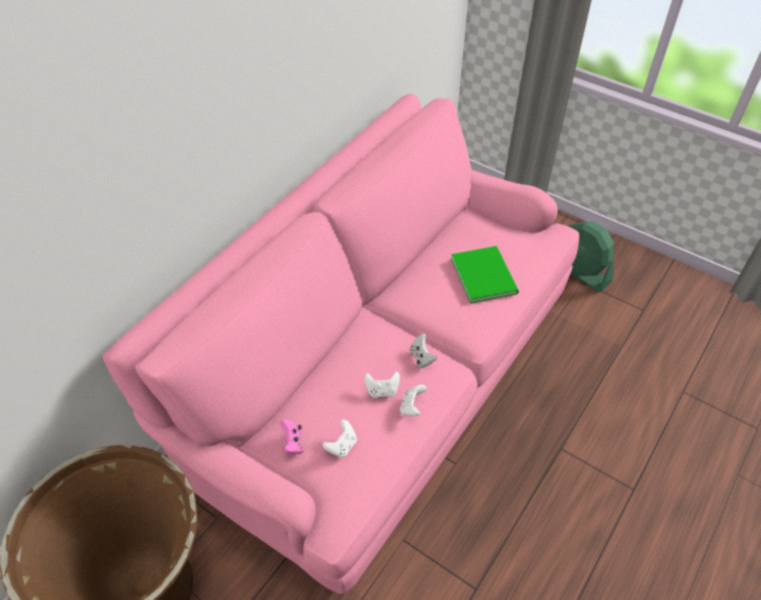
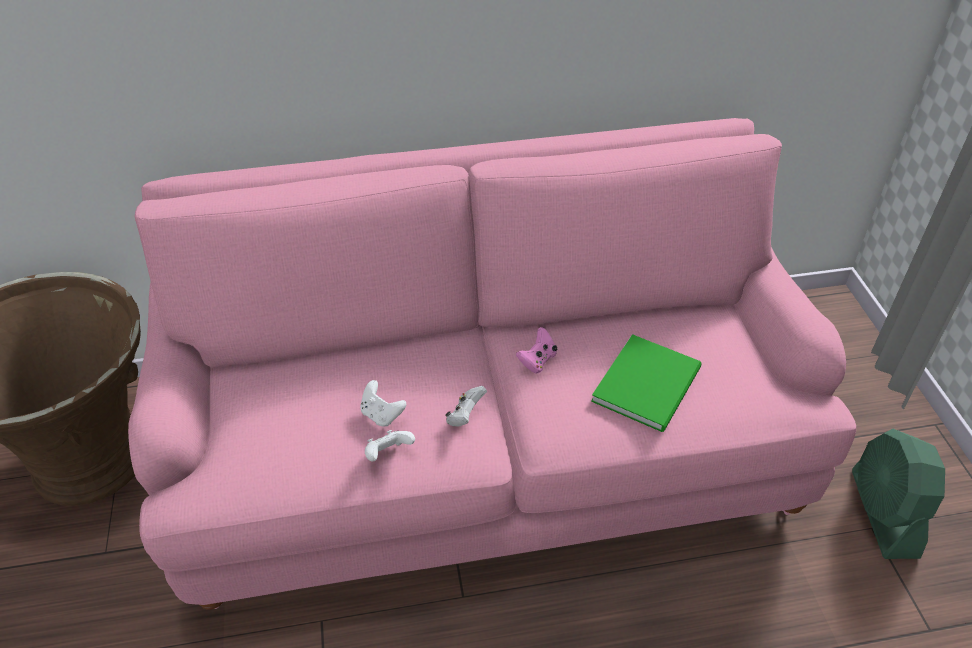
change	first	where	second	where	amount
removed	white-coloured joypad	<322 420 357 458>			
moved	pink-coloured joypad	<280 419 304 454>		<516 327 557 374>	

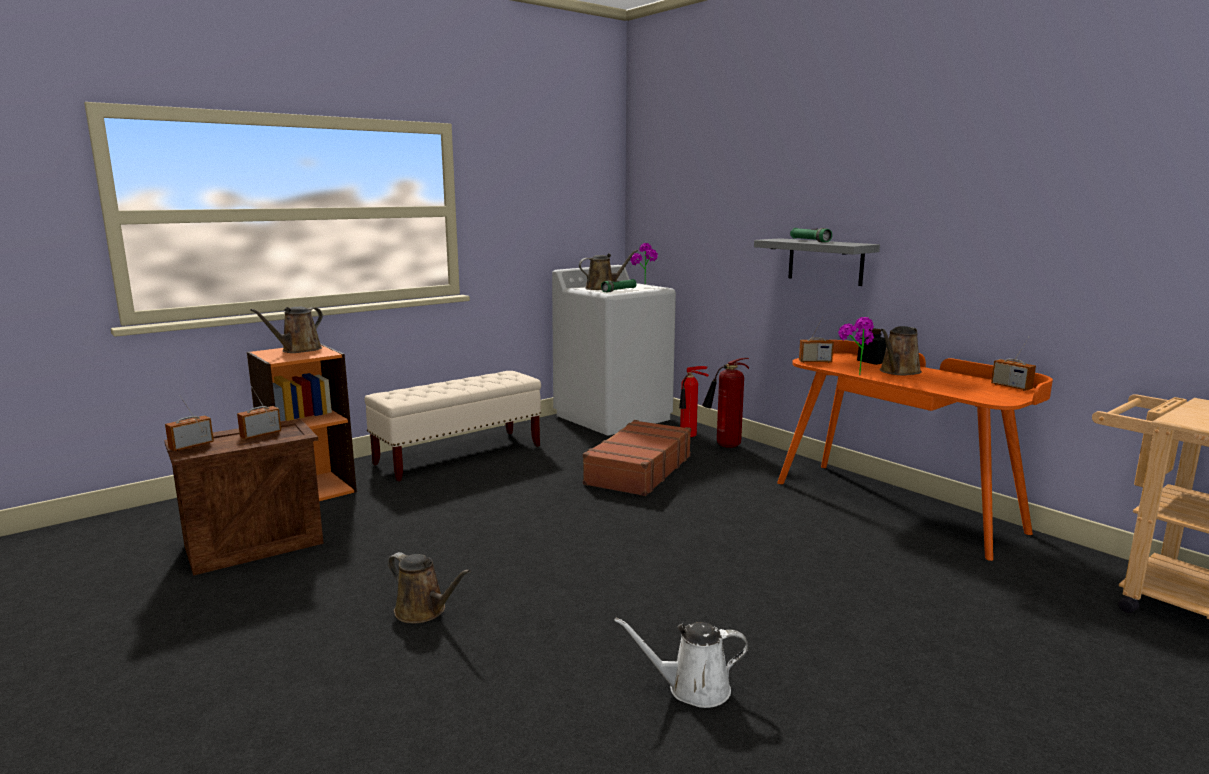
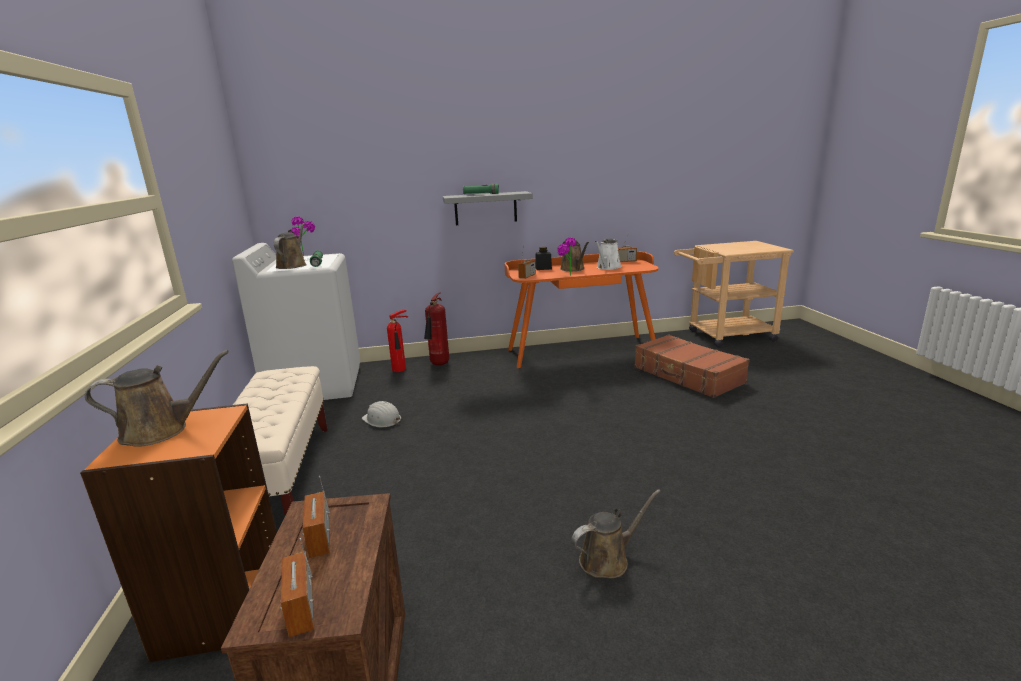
change	first	where	second	where	amount
added			white-coloured work helmet	<362 401 401 428>	
moved	brownish suitcase	<583 420 691 496>		<634 334 750 398>	
moved	white-coloured watering can	<614 617 748 708>		<595 239 622 270>	
turned	brownish watering can	<250 307 323 353>		<85 350 229 447>	75 degrees counterclockwise

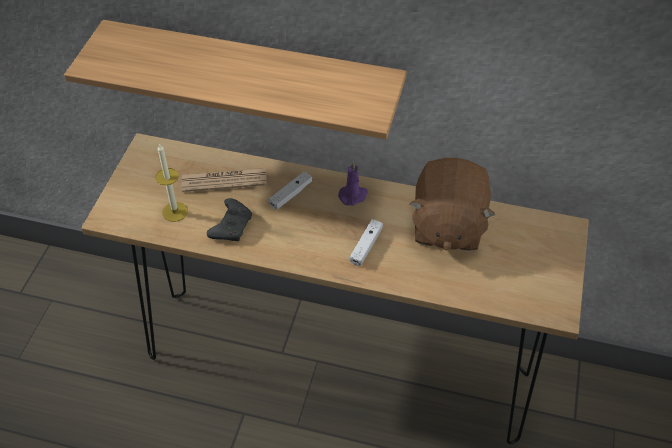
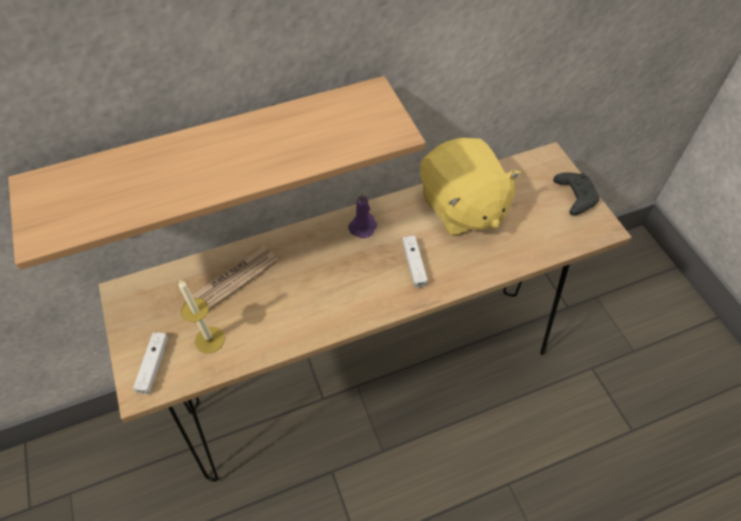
change	first	where	second	where	amount
moved	blackish joypad	<207 198 252 241>		<553 173 599 215>	
moved	white-coloured joypad	<268 172 312 210>		<133 332 168 394>	
recoloured	brownish plush toy	<410 158 495 251>	yellowish plush toy	<420 138 521 236>	

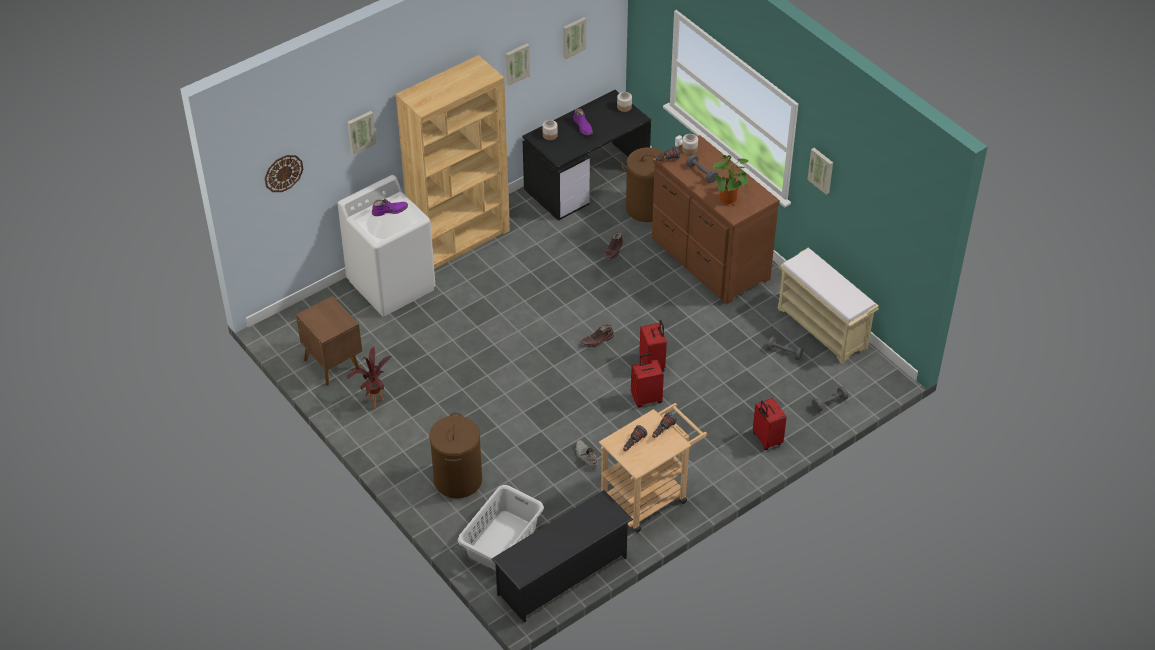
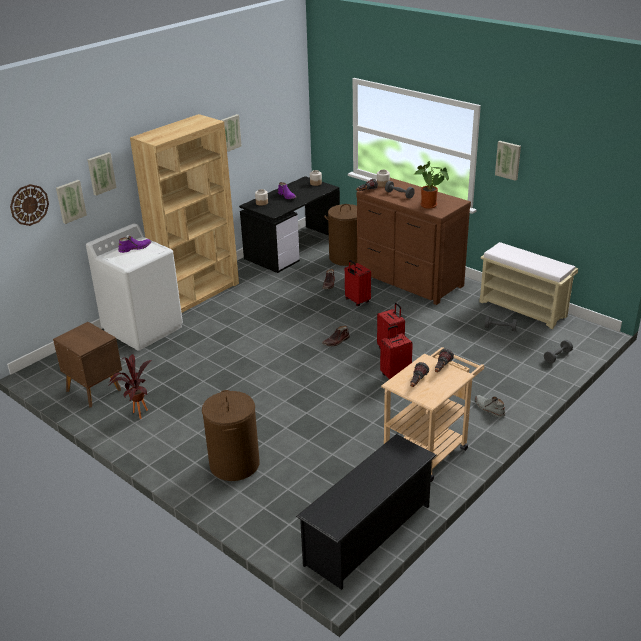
change	first	where	second	where	amount
removed	gray washing basket	<458 485 544 571>			
moved	picture	<563 17 586 59>		<56 180 87 224>	
moved	gray high-top boot	<575 440 598 470>		<475 395 505 417>	
moved	red-coloured suitcase	<753 398 787 450>		<345 260 371 306>	

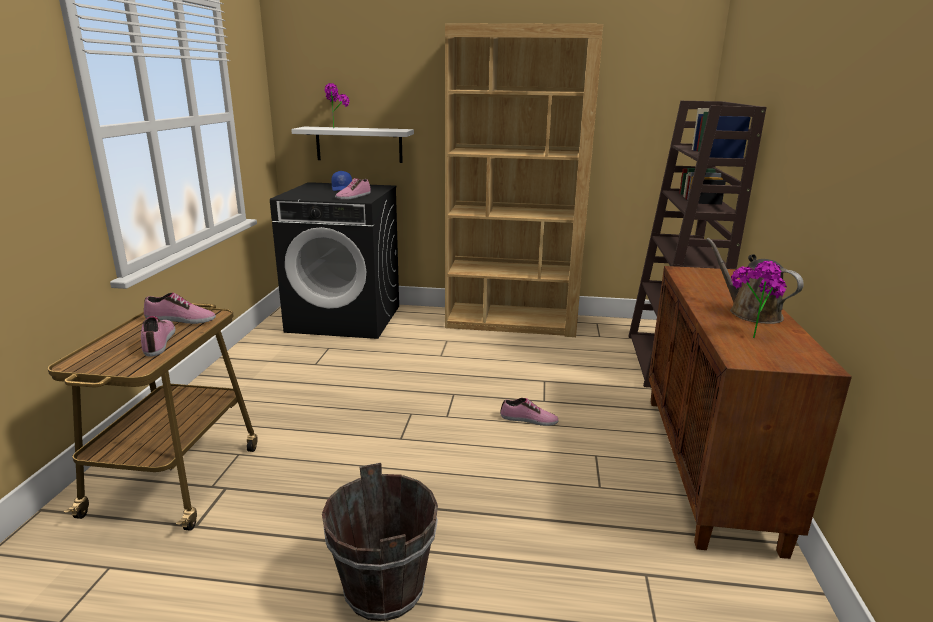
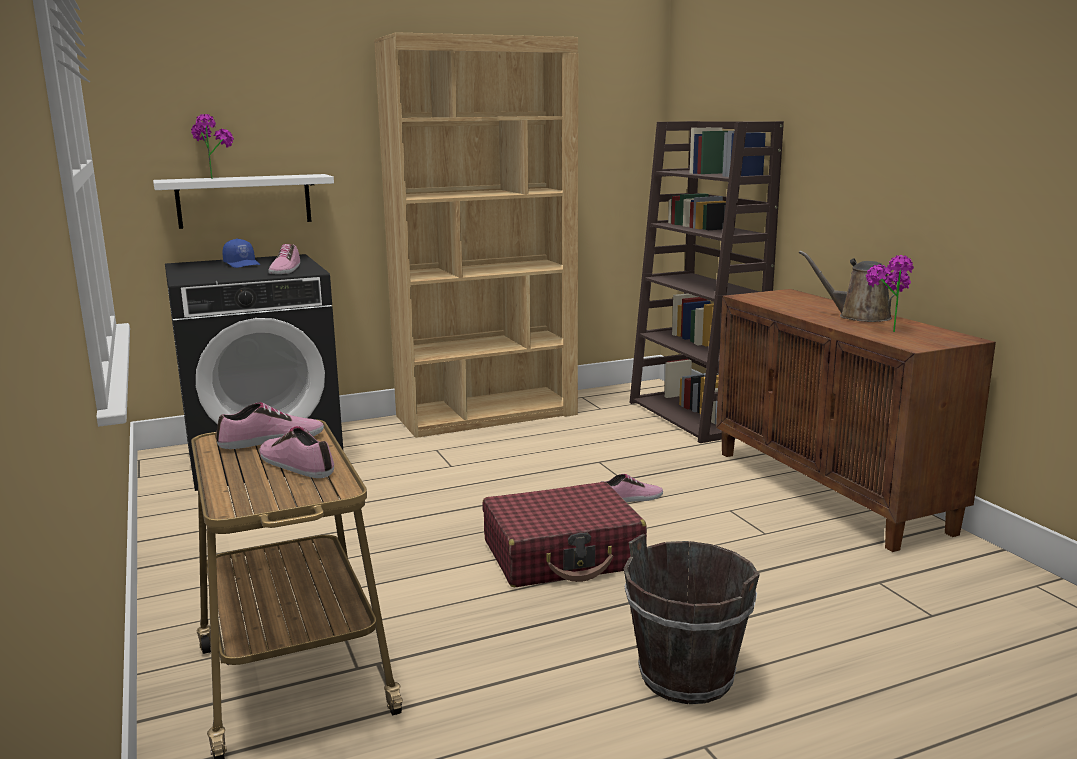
change	first	where	second	where	amount
added			red-coloured suitcase	<482 482 647 587>	

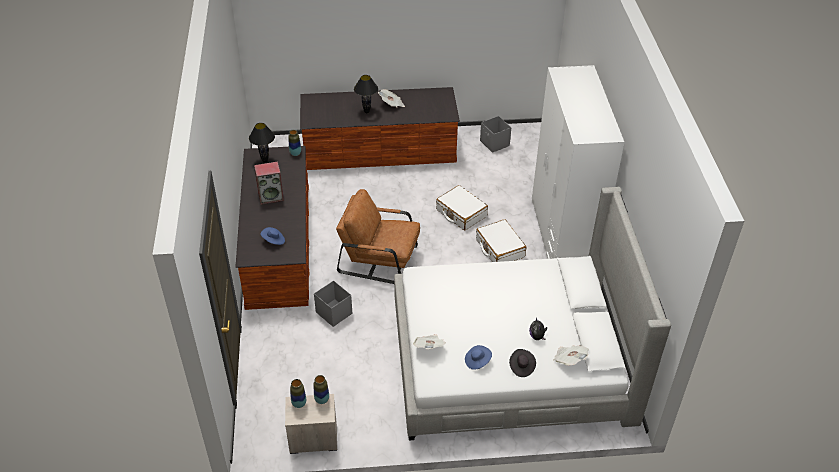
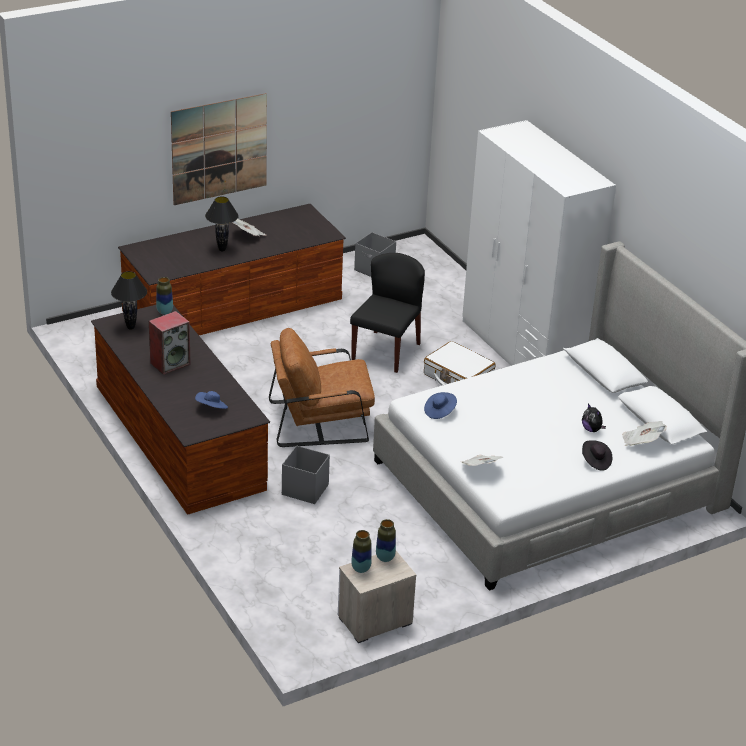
change	first	where	second	where	amount
added			picture	<171 93 267 205>	
moved	bluish clothing hat	<465 345 492 370>		<424 392 457 419>	
replaced	white-coloured suitcase	<436 185 488 231>	blackish chair	<350 253 425 373>	

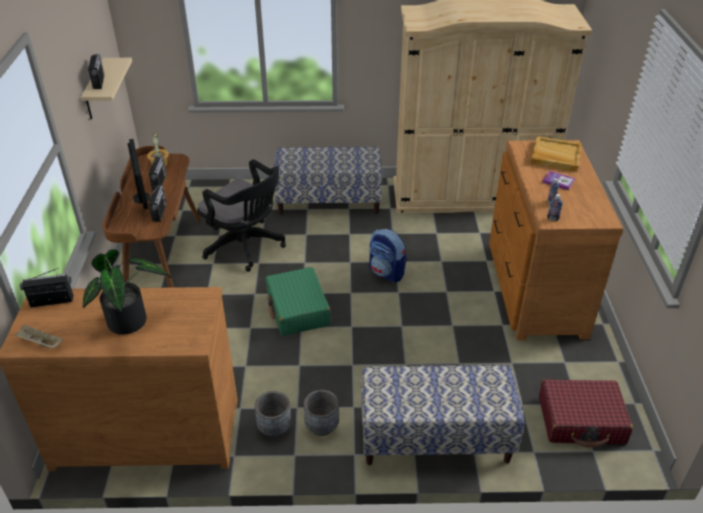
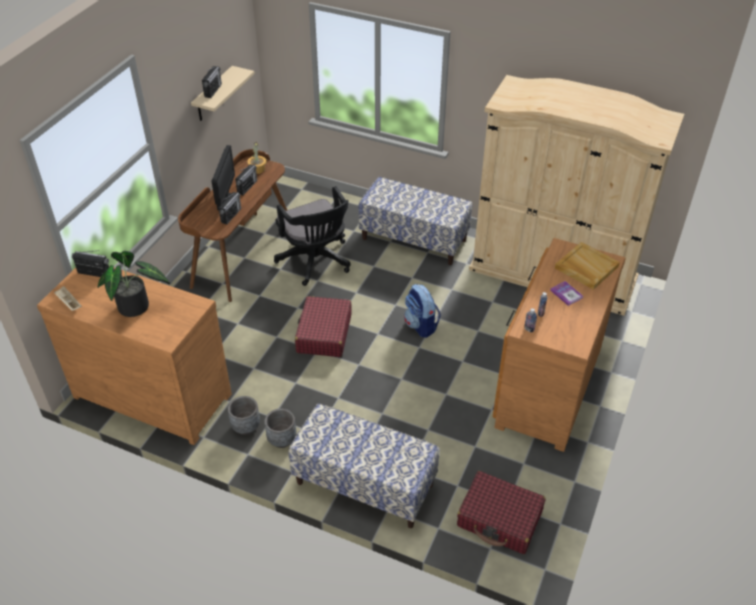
change	first	where	second	where	amount
recoloured	green-coloured suitcase	<265 267 331 336>	red-coloured suitcase	<295 296 352 357>	

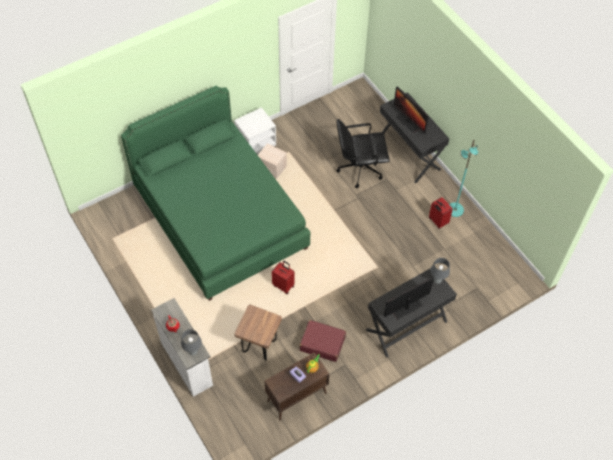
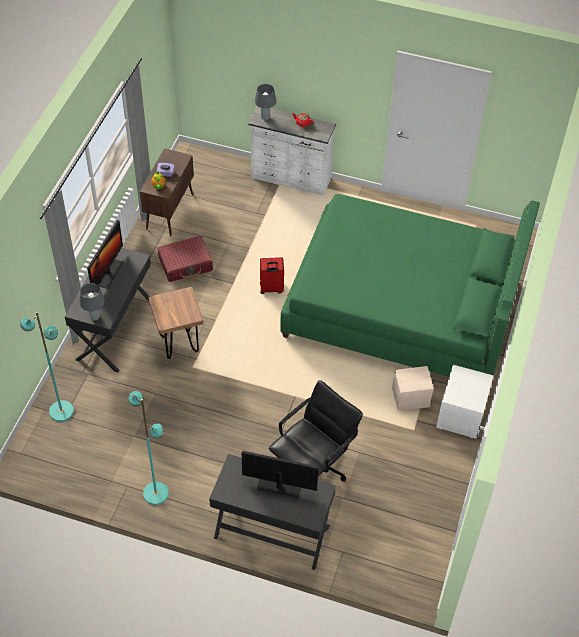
change	first	where	second	where	amount
removed	red-coloured suitcase	<429 197 453 229>			
added			turquoise standing lamp	<20 312 74 422>	
moved	brownish stool seat	<234 305 282 361>		<149 287 204 359>	

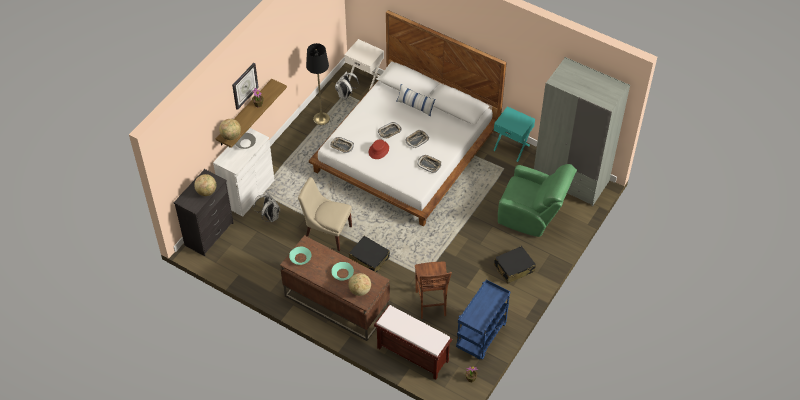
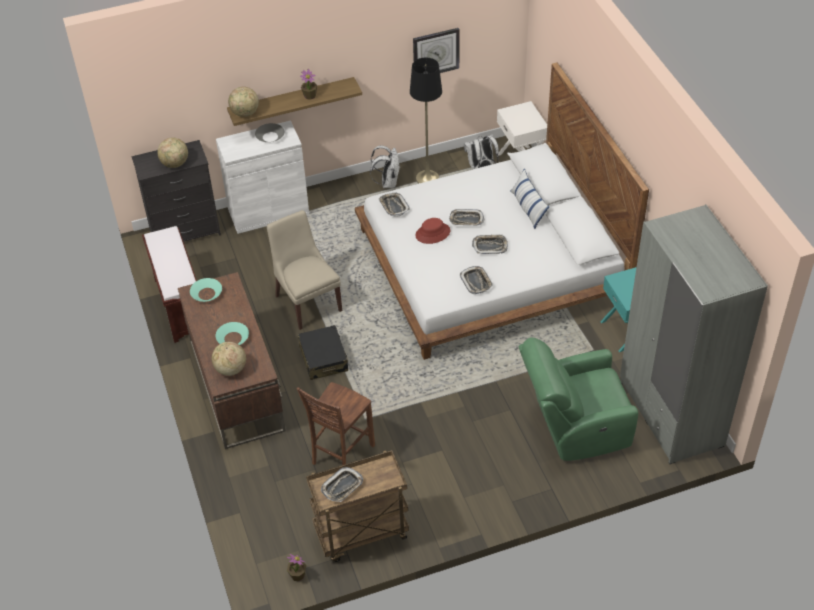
change	first	where	second	where	amount
removed	blackish suitcase	<494 246 536 284>			
added			tray	<321 467 363 502>	
moved	wall clock	<232 63 259 110>		<413 28 460 73>	
moved	white-coloured knapsack	<253 192 280 222>		<370 145 400 188>	
moved	brownish long seat	<374 305 452 380>		<142 226 197 343>	
recoloured	bluish cart	<456 279 510 359>	brownish cart	<306 450 409 562>	
turned	green-coloured lounge chair	<498 164 577 237>		<519 337 638 461>	105 degrees clockwise

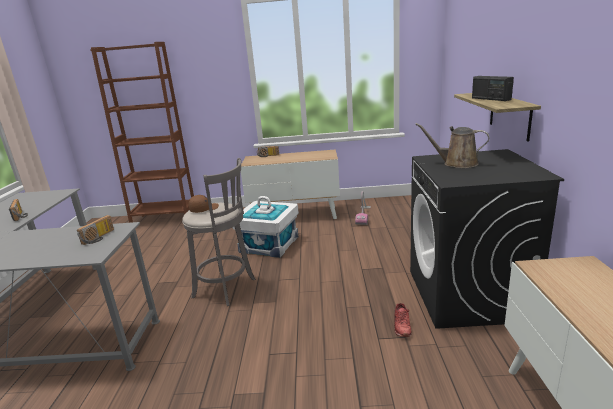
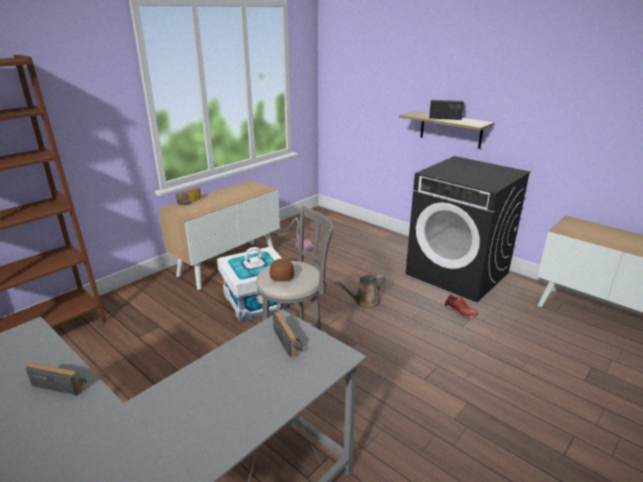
change	first	where	second	where	amount
moved	brownish watering can	<415 123 489 168>		<336 275 386 308>	

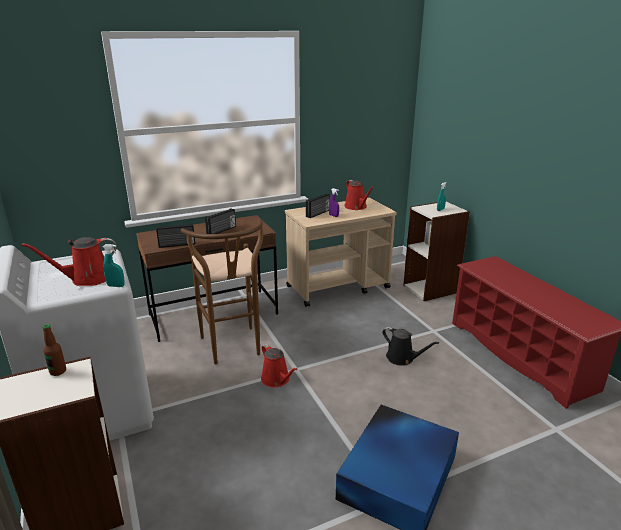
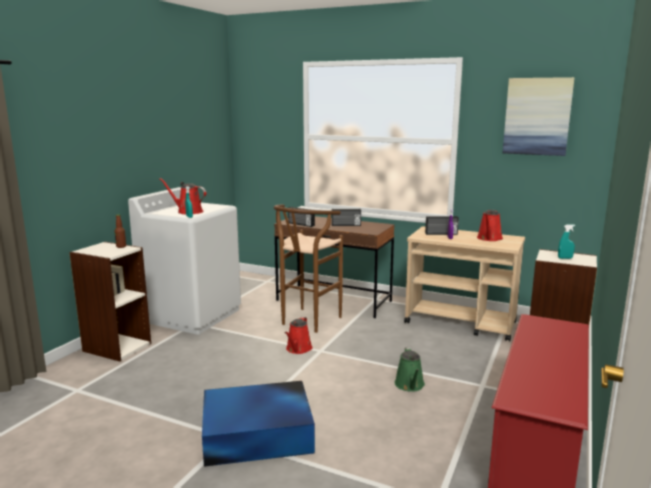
change	first	where	second	where	amount
added			picture	<503 77 575 156>	
recoloured	blackish watering can	<382 327 439 366>	green-coloured watering can	<394 347 425 392>	

